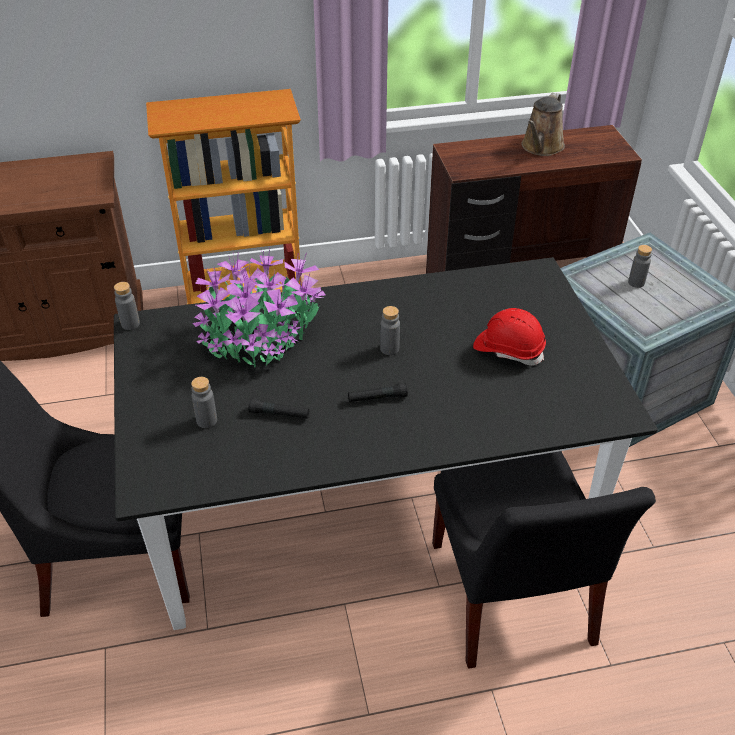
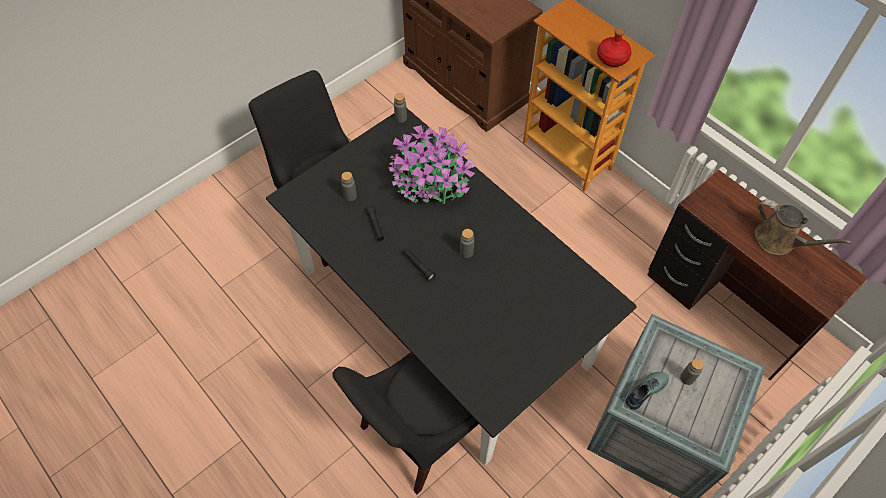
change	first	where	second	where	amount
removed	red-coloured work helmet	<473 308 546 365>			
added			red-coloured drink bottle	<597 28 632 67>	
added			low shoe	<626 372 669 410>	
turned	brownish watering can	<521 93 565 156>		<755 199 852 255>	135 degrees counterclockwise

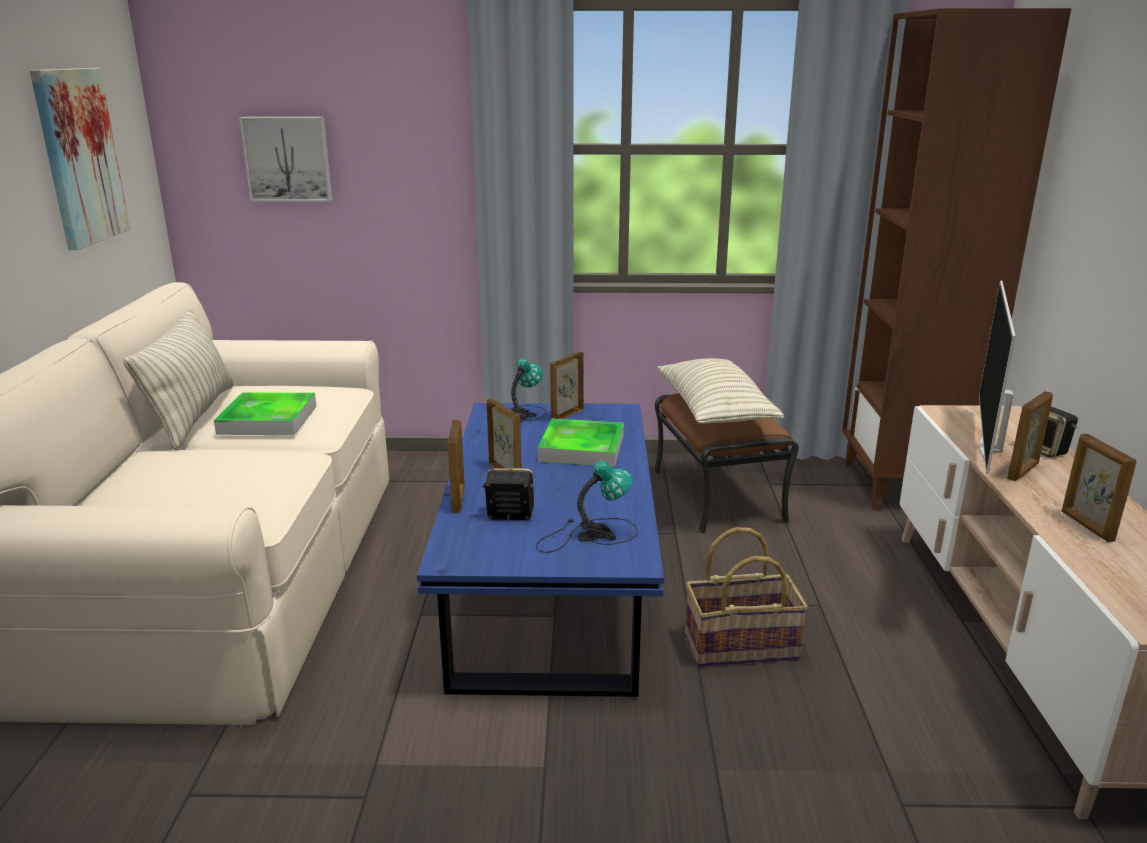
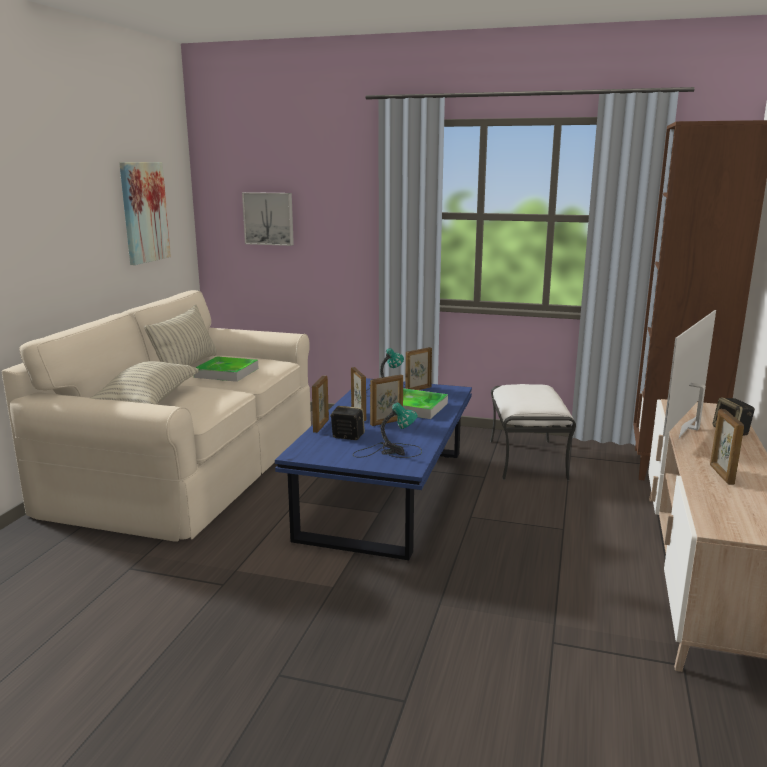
change	first	where	second	where	amount
removed	storage basket	<685 527 808 667>			
moved	cushion	<657 358 784 424>		<90 361 199 405>	
moved	picture frame	<1007 391 1053 481>		<370 374 403 426>	
recoloured	brownish ottoman	<654 393 799 535>	white-coloured ottoman	<490 384 576 481>	

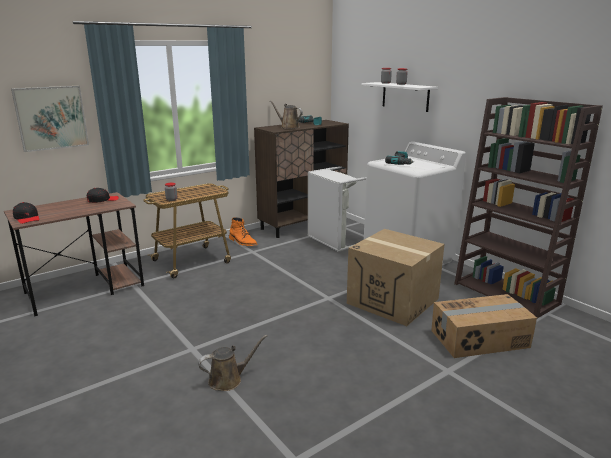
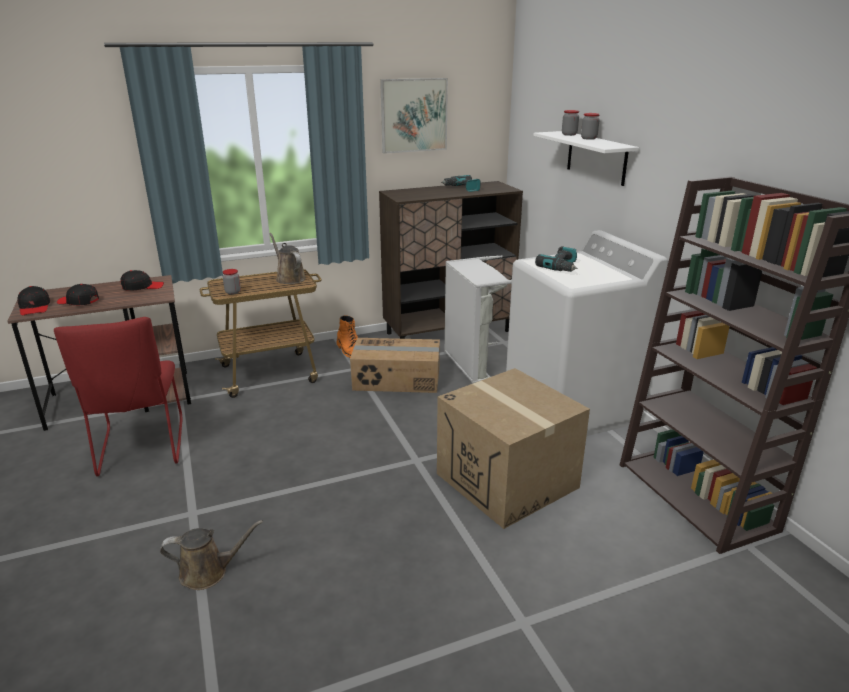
change	first	where	second	where	amount
added			red-coloured chair	<54 317 182 476>	
added			blackish cap	<57 284 99 305>	
moved	picture	<11 86 89 152>		<380 78 448 154>	
moved	brownish watering can	<270 100 303 129>		<269 233 306 284>	
moved	cardboard box	<431 294 537 358>		<350 338 440 393>	

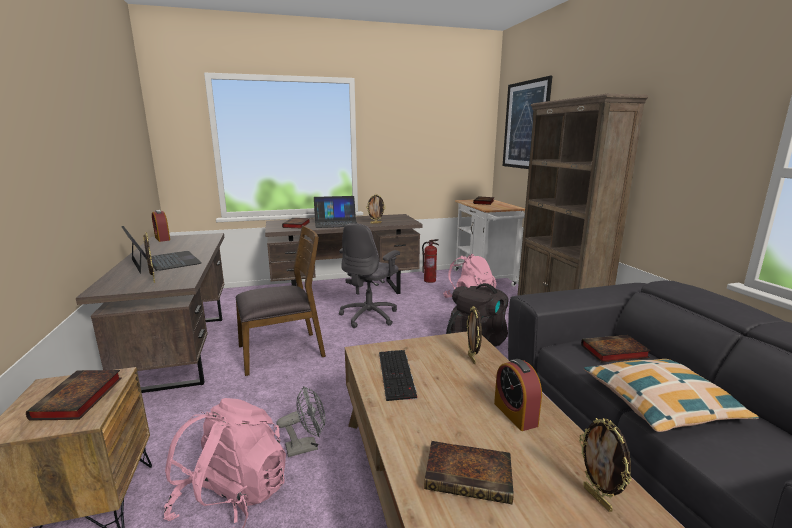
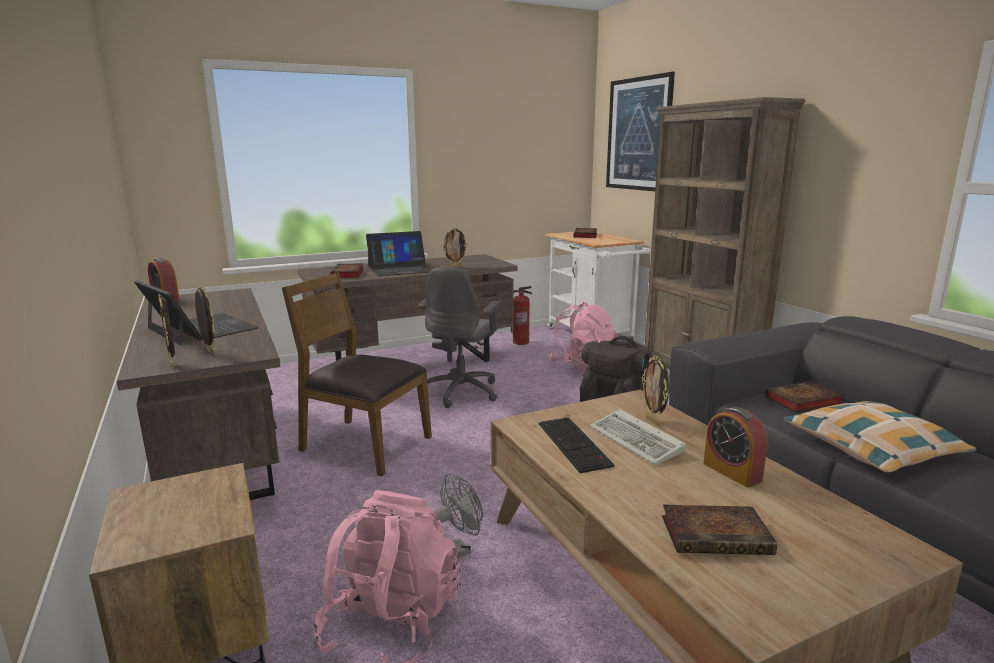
change	first	where	second	where	amount
removed	volume	<26 370 122 421>			
added			keyboard	<589 409 687 465>	
moved	picture frame	<579 418 632 512>		<158 294 175 369>	
turned	brownish chair	<235 225 326 376>		<282 272 432 476>	120 degrees counterclockwise

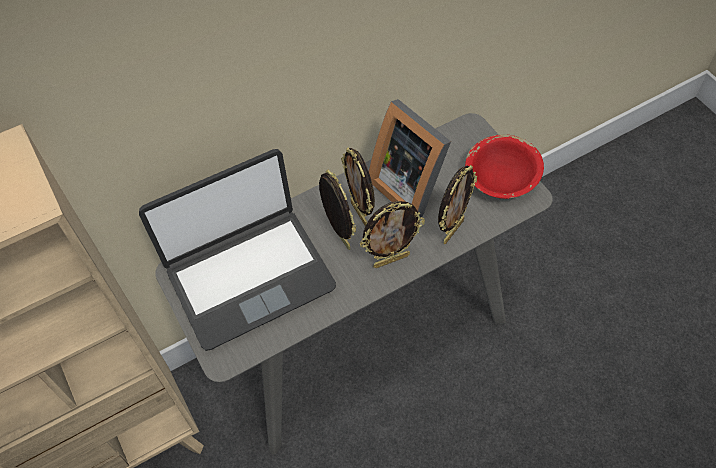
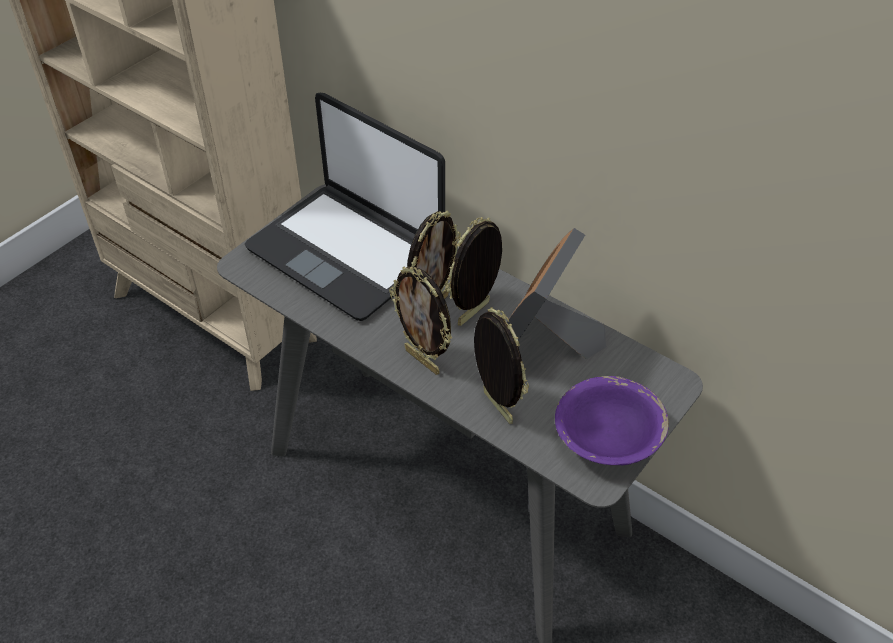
change	first	where	second	where	amount
recoloured	red-coloured bowl	<465 134 544 199>	purple-coloured bowl	<555 376 669 465>	
turned	picture frame	<438 165 477 244>		<474 307 529 424>	135 degrees counterclockwise

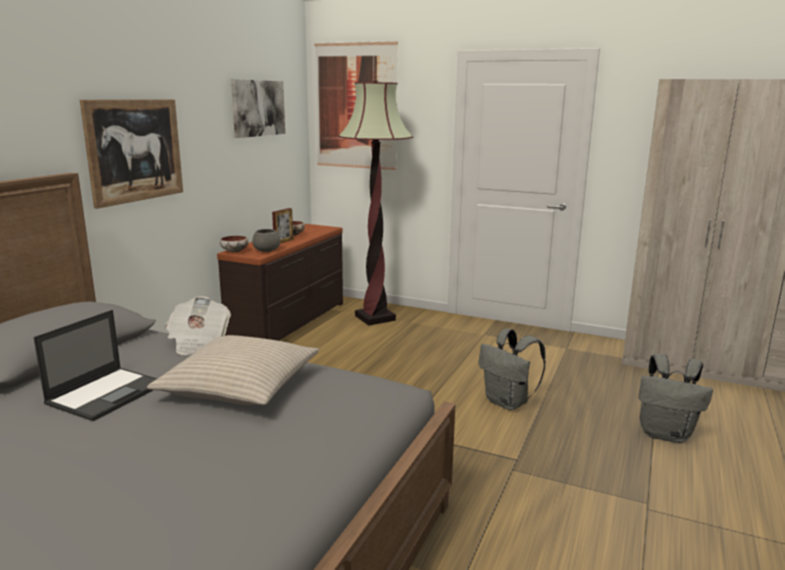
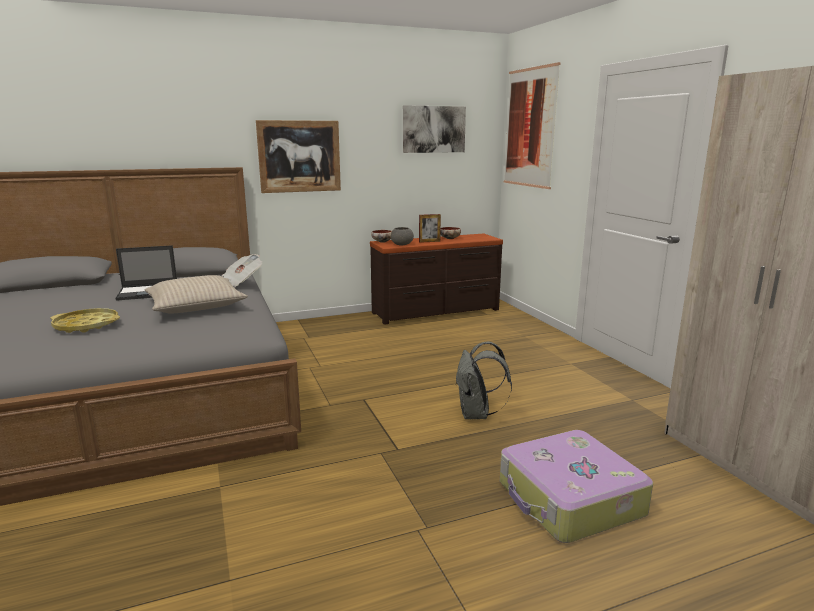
change	first	where	second	where	amount
removed	standing lamp	<338 81 413 326>			
added			yellowish tray	<51 308 120 333>	
replaced	gray knapsack	<638 354 713 443>	suitcase	<500 430 653 543>	

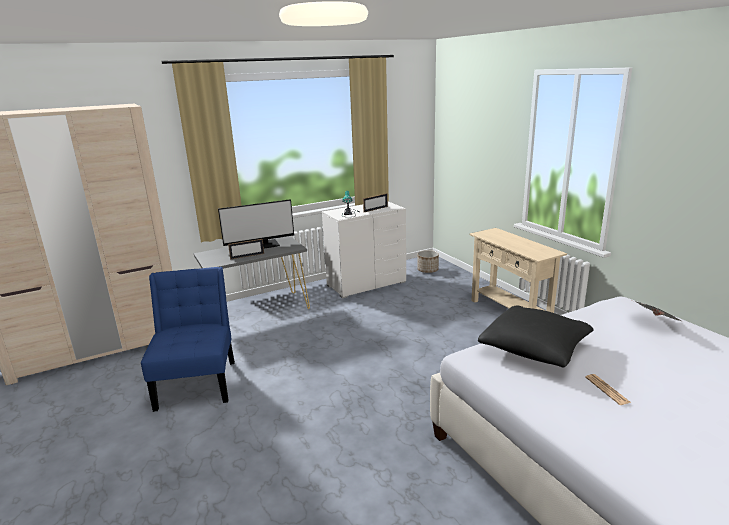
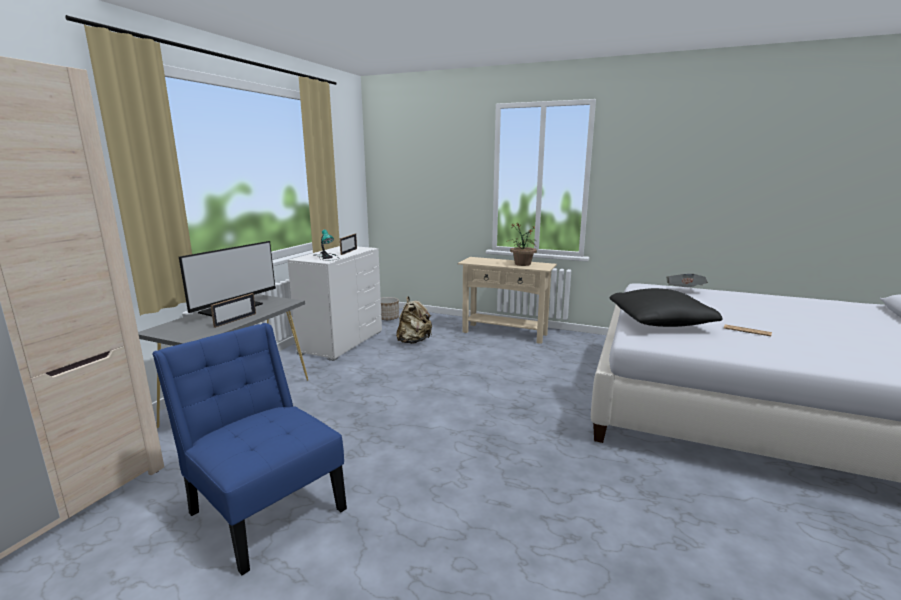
change	first	where	second	where	amount
added			beige-coloured knapsack	<396 296 432 344>	
added			plant in a pot	<508 223 537 266>	

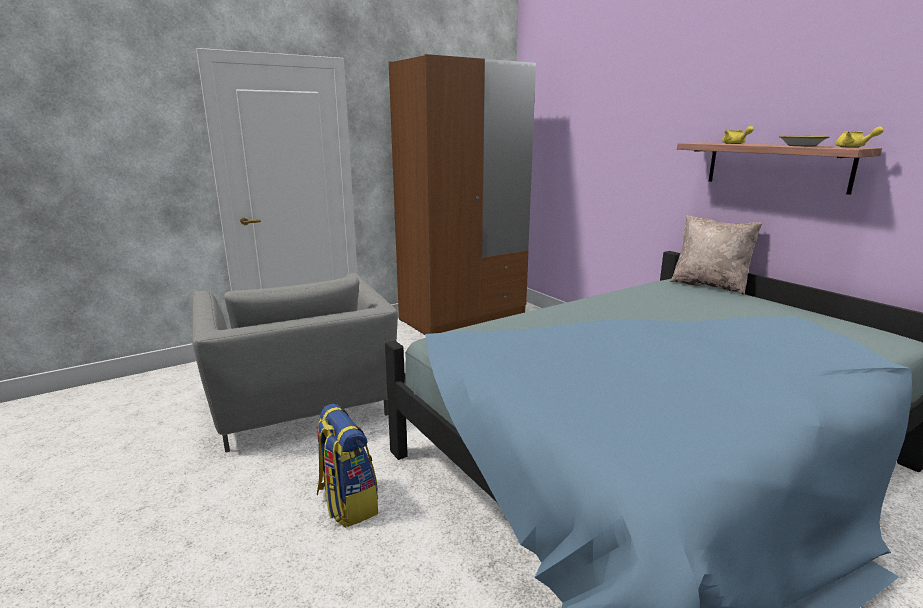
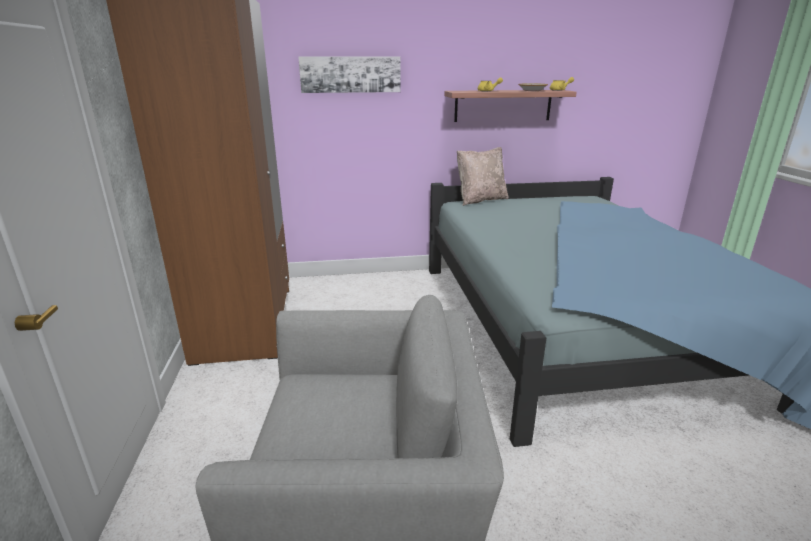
change	first	where	second	where	amount
removed	knapsack	<317 404 378 527>			
added			picture	<298 56 401 93>	

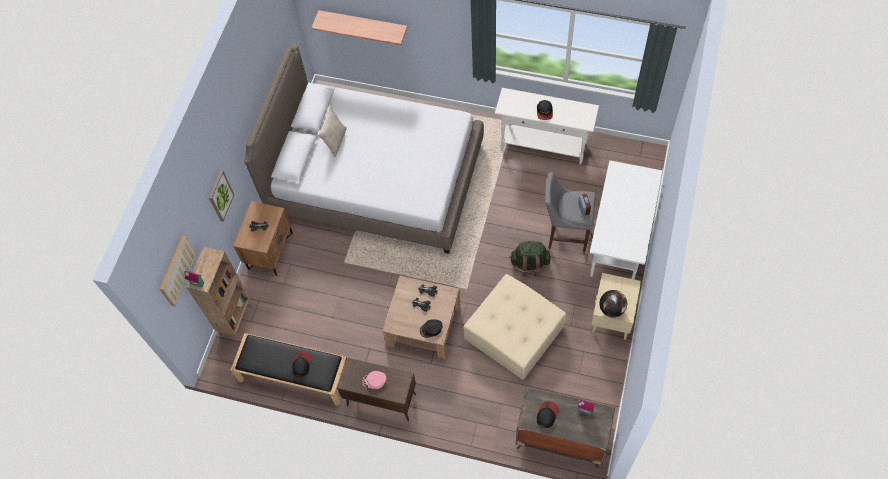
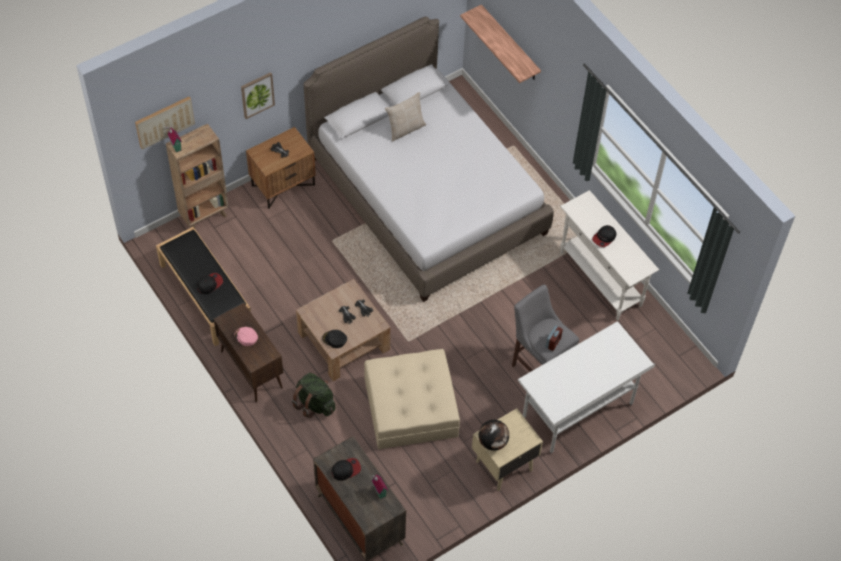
change	first	where	second	where	amount
moved	green-coloured knapsack	<509 241 551 276>		<292 373 336 418>	

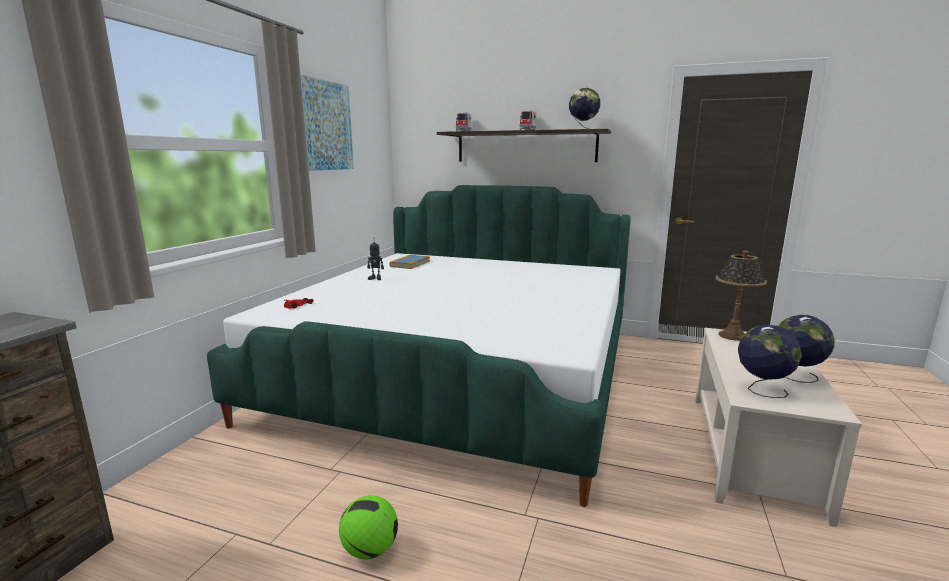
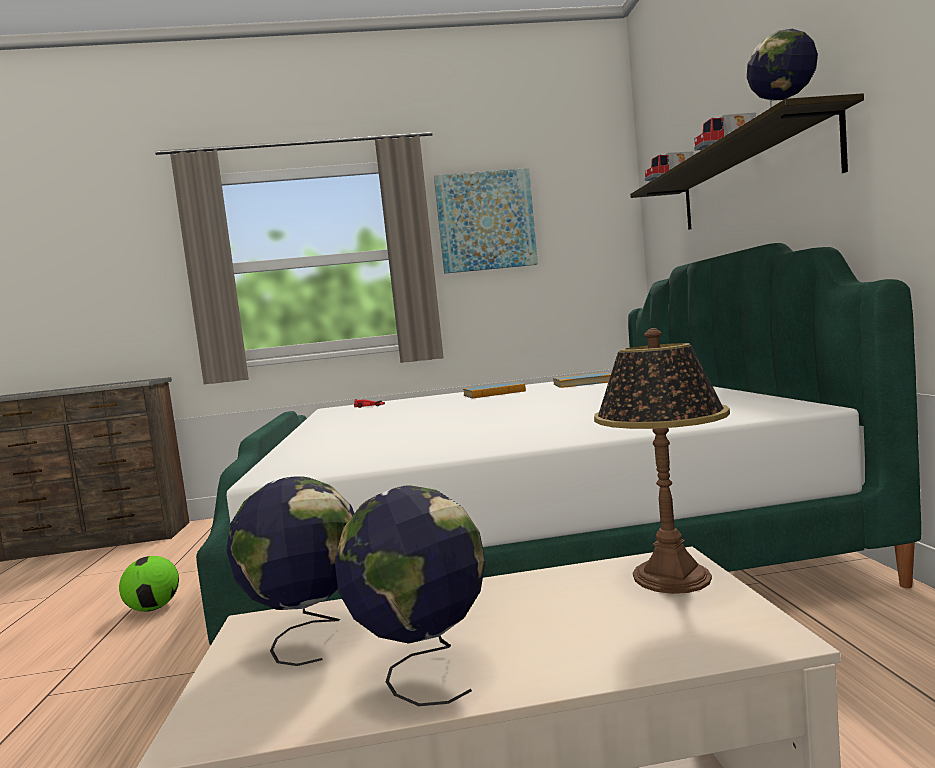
change	first	where	second	where	amount
replaced	model robot	<367 242 384 280>	volume	<463 382 526 398>	

